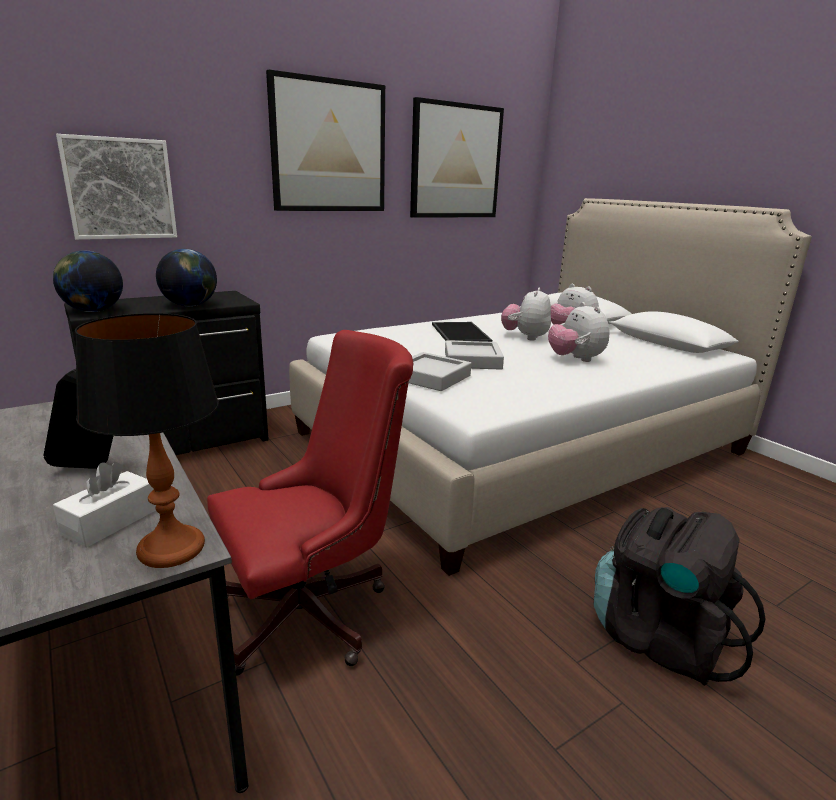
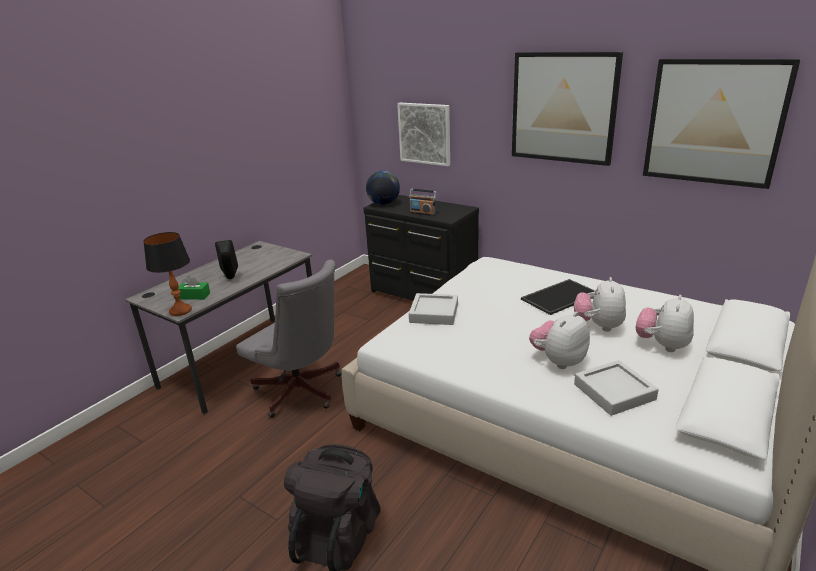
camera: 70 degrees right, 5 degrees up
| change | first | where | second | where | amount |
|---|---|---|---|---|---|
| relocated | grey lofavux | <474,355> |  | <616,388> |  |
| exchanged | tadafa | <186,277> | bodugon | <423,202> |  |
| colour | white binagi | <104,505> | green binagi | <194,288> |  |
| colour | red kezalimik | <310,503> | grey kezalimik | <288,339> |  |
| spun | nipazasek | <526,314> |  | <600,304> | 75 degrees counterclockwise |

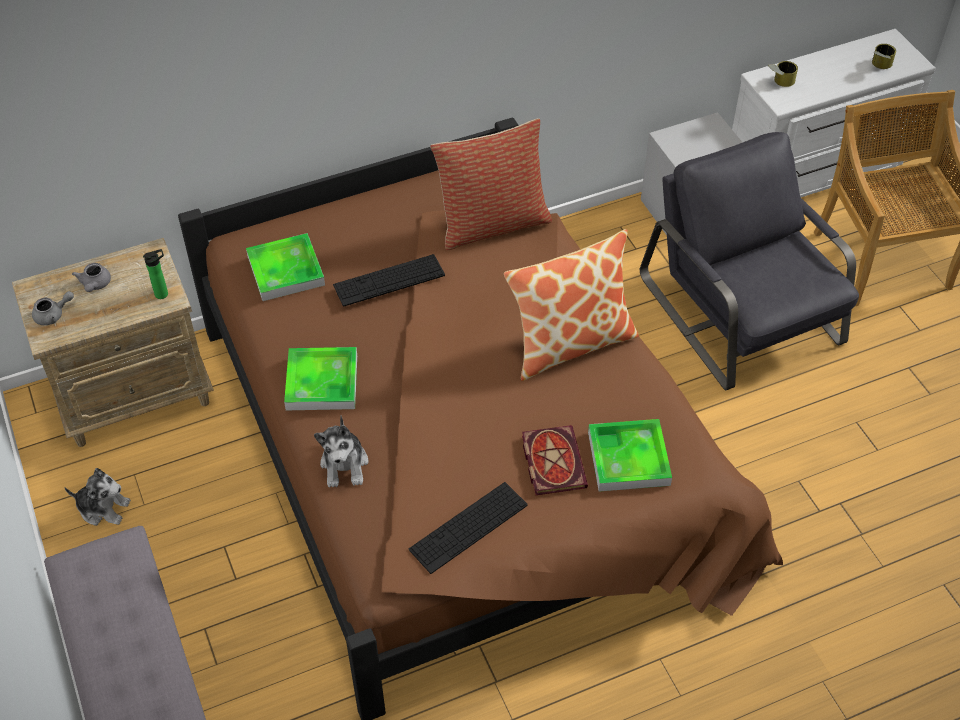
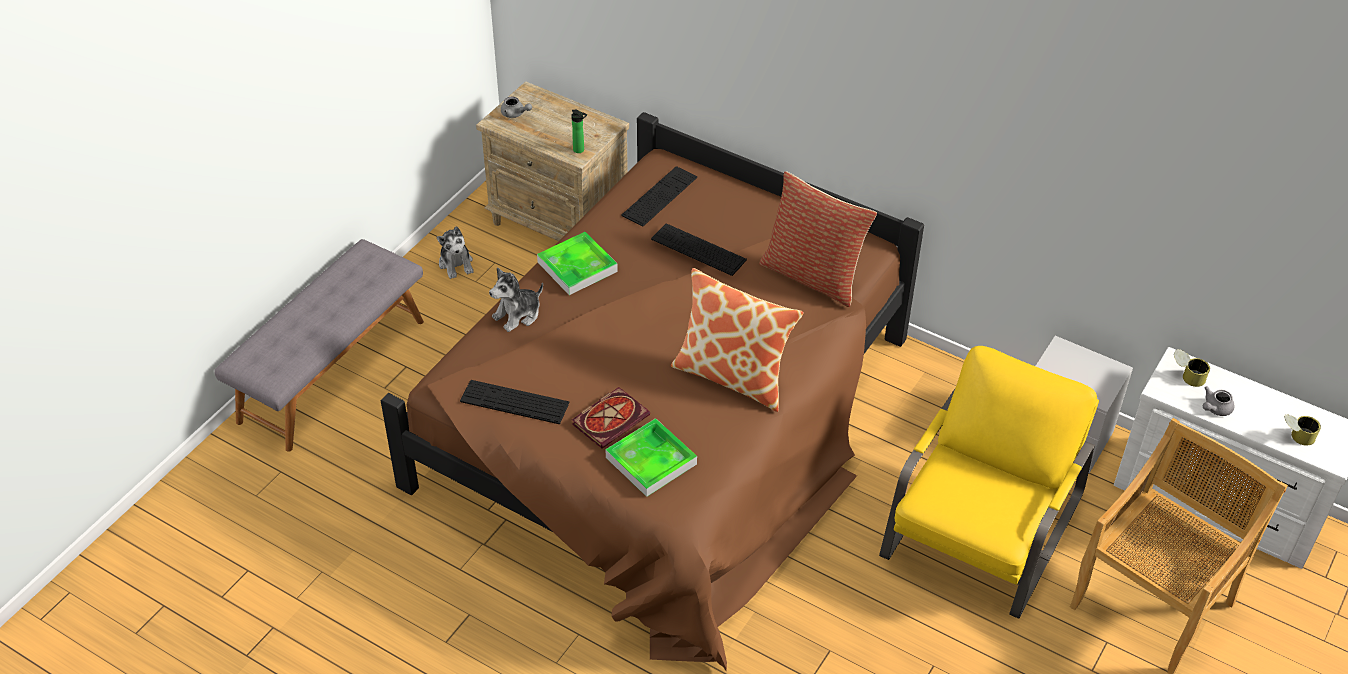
camera: 55 degrees right, 5 degrees down
| change | first | where | second | where | amount |
|---|---|---|---|---|---|
| relocated | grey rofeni | <91,277> |  | <1219,401> |  |
| exchanged | lofavux | <285,267> | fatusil | <659,196> |  |
| colour | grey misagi | <749,261> | yellow misagi | <989,482> |  |

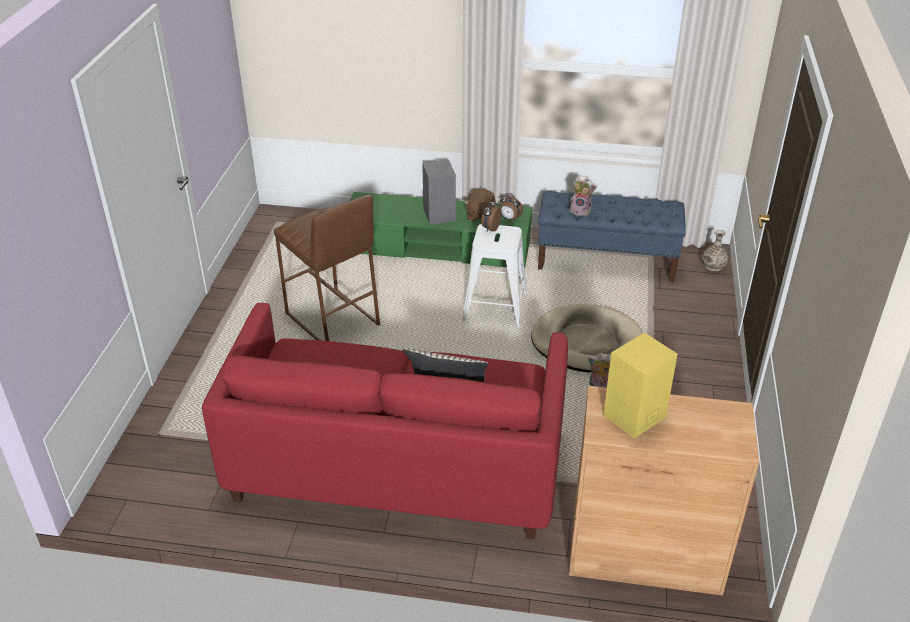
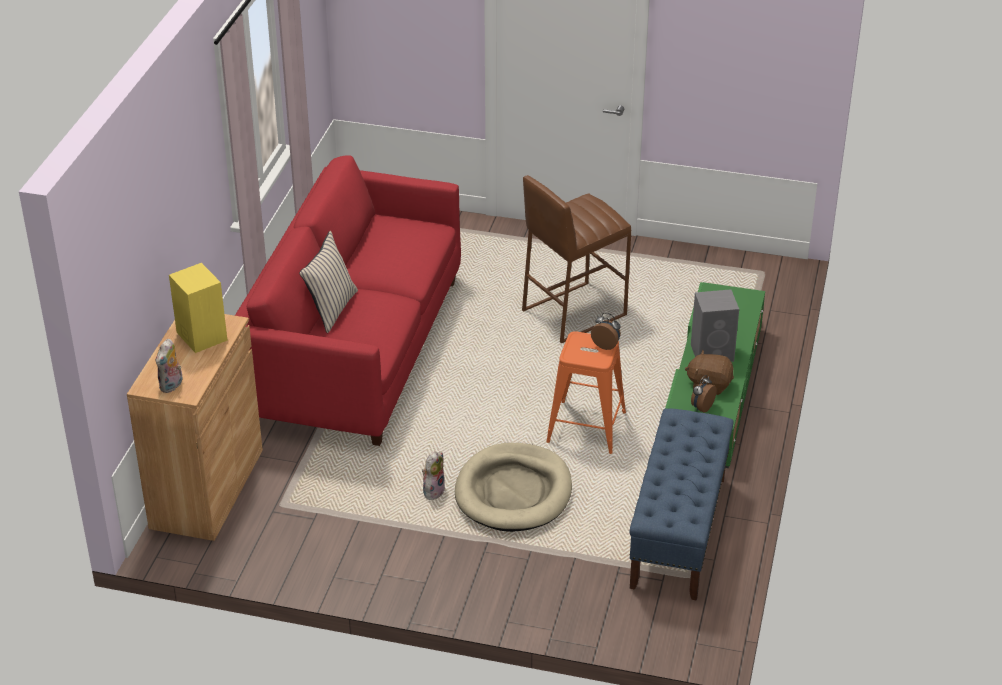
camera: 95 degrees right, 0 degrees up
| change | first | where | second | where | amount |
|---|---|---|---|---|---|
| missing | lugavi | <715,250> |  |  |  |
| relocated | nipazasek | <583,195> |  | <169,366> |  |
| colour | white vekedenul | <494,276> | orange vekedenul | <586,392> |  |

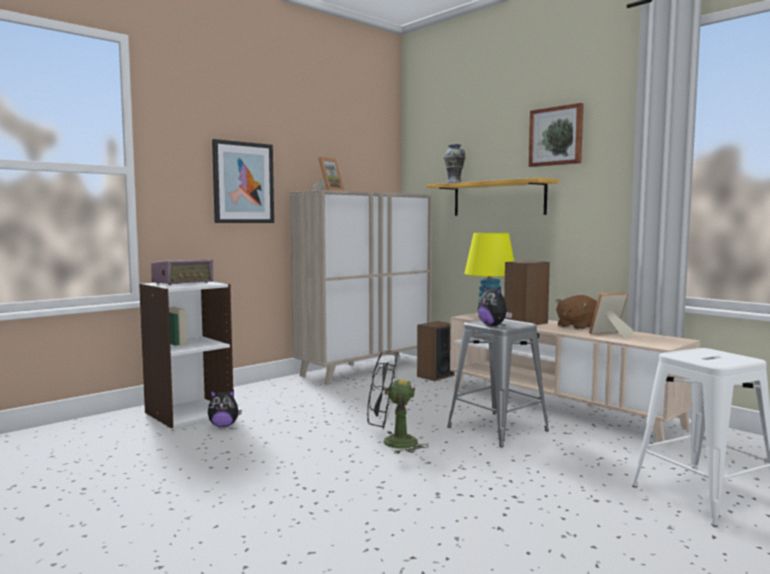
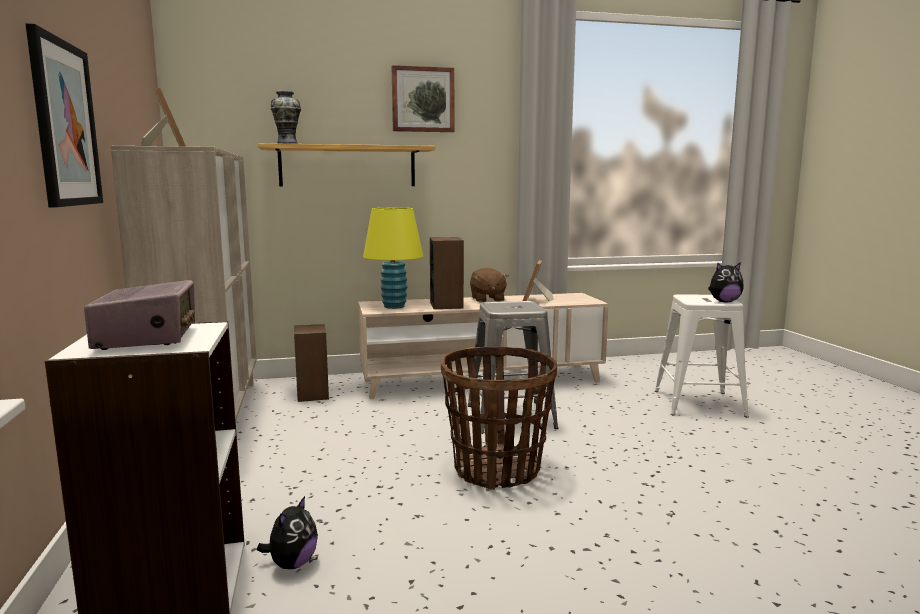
camera: 60 degrees left, 5 degrees up
| change | first | where | second | where | amount |
|---|---|---|---|---|---|
| relocated | nipazasek | <495,306> |  | <726,282> |  |
| exchanged | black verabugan | <397,402> | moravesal | <499,418> |  |

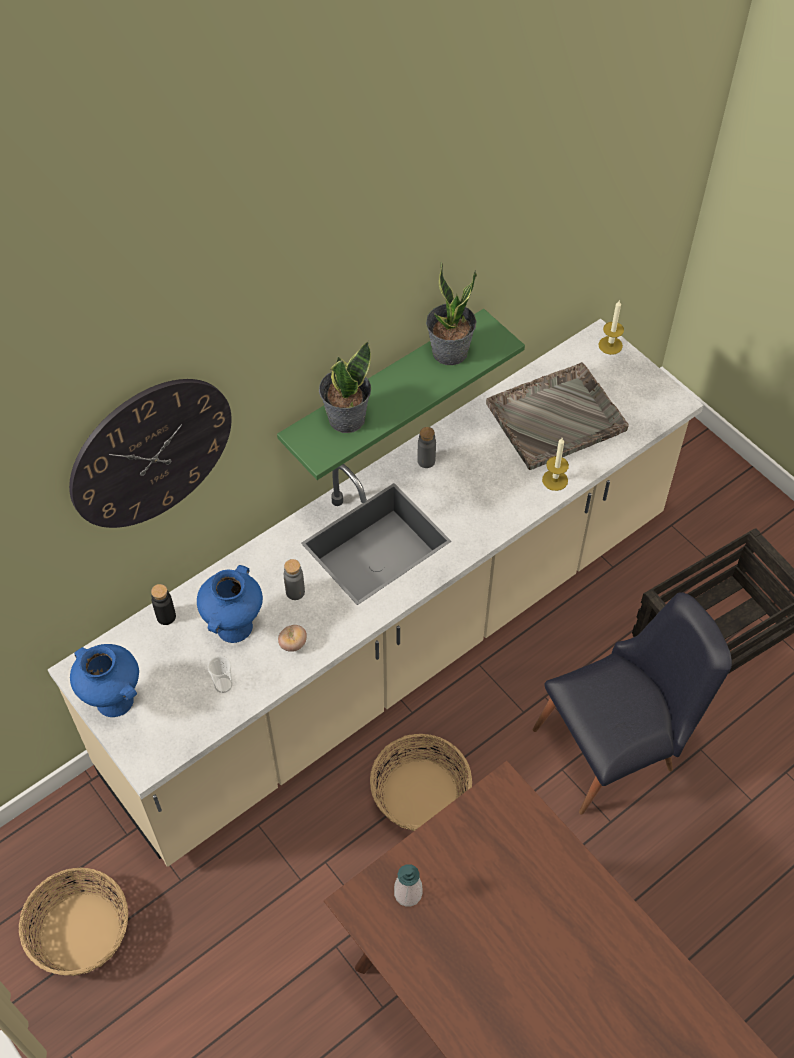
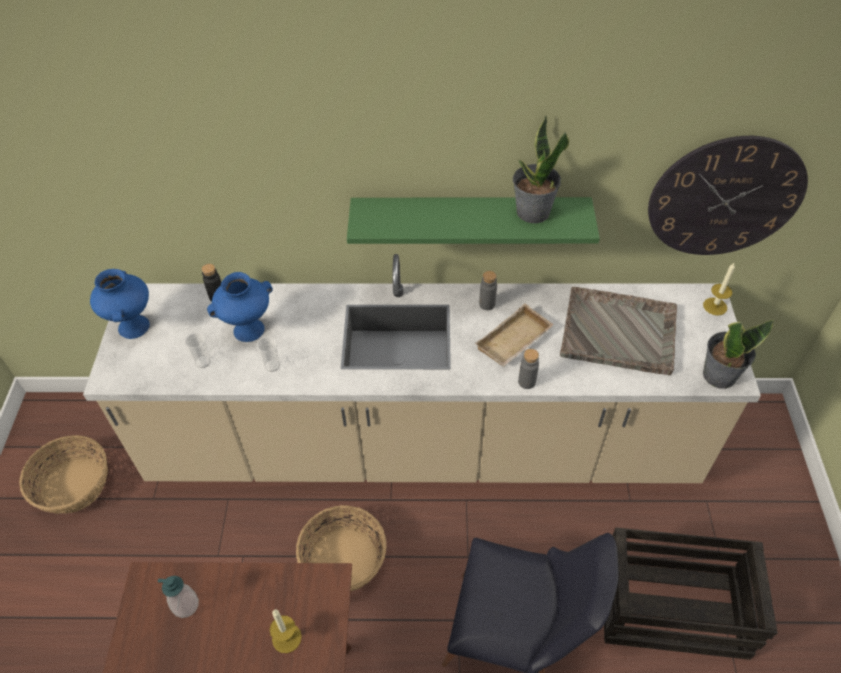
camera: 40 degrees right, 5 degrees down
| change | first | where | second | where | amount |
|---|---|---|---|---|---|
| appeared |  |  | beige lofavux | <514,335> |  |
| relocated | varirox | <150,453> |  | <728,195> |  |
| relocated | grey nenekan | <294,579> |  | <528,369> |  |
| relocated | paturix | <345,387> |  | <738,354> |  |
| relocated | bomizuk | <555,464> |  | <286,631> |  |
| exchanged | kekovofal | <292,638> | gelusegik | <268,354> |  |

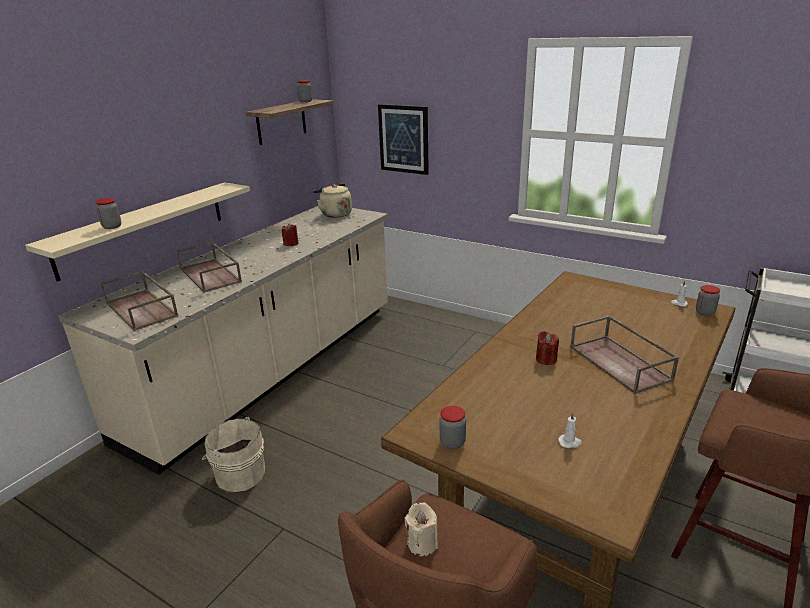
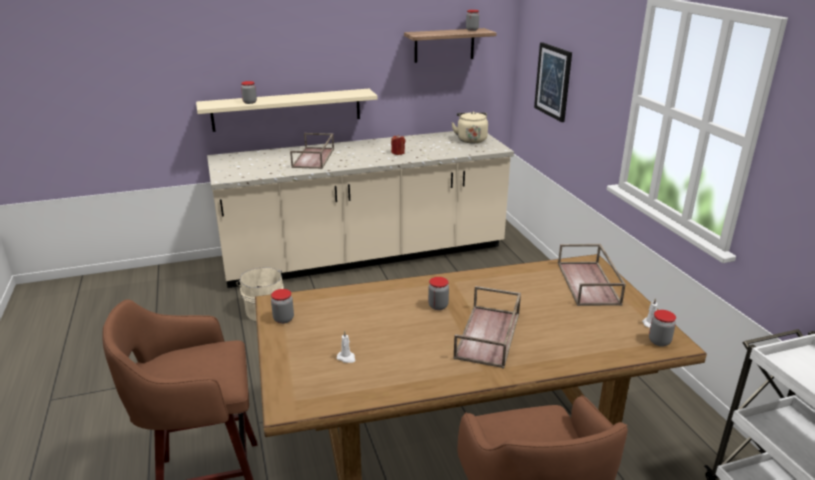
camera: 40 degrees right, 0 degrees up
| change | first | where | second | where | amount |
|---|---|---|---|---|---|
| missing | beige bomizuk | <421,529> |  |  |  |
| relocated | brown lofavux | <139,301> |  | <592,275> |  |
| exchanged | red bomizuk | <547,348> | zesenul | <438,293> |  |

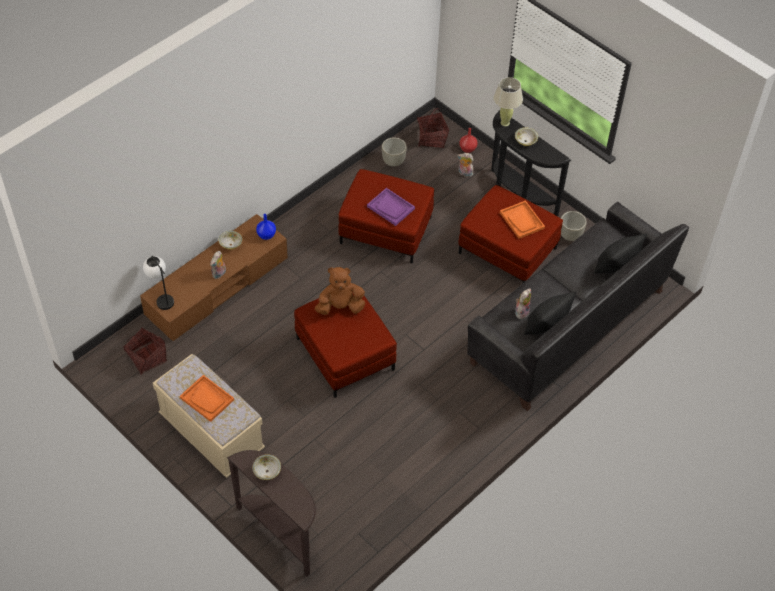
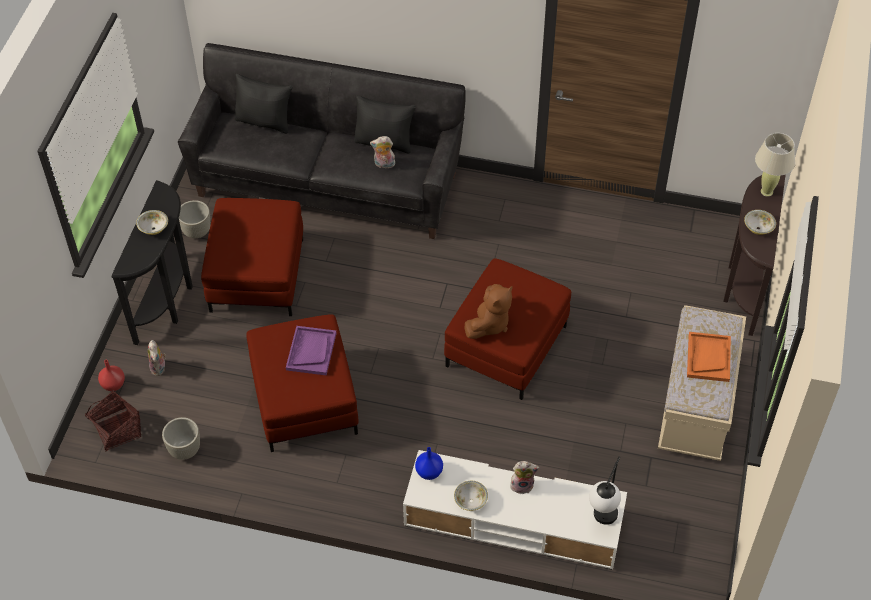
camera: 120 degrees left, 0 degrees up
| change | first | where | second | where | amount |
|---|---|---|---|---|---|
| missing | moravesal | <145,351> |  |  |  |
| missing | orange lofavux | <522,219> |  |  |  |
| relocated | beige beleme | <508,101> |  | <775,165> |  |
| colour | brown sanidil | <214,277> | white sanidil | <515,510> |  |
| spun | brown nipazasek | <340,291> |  | <489,311> | 105 degrees counterclockwise |

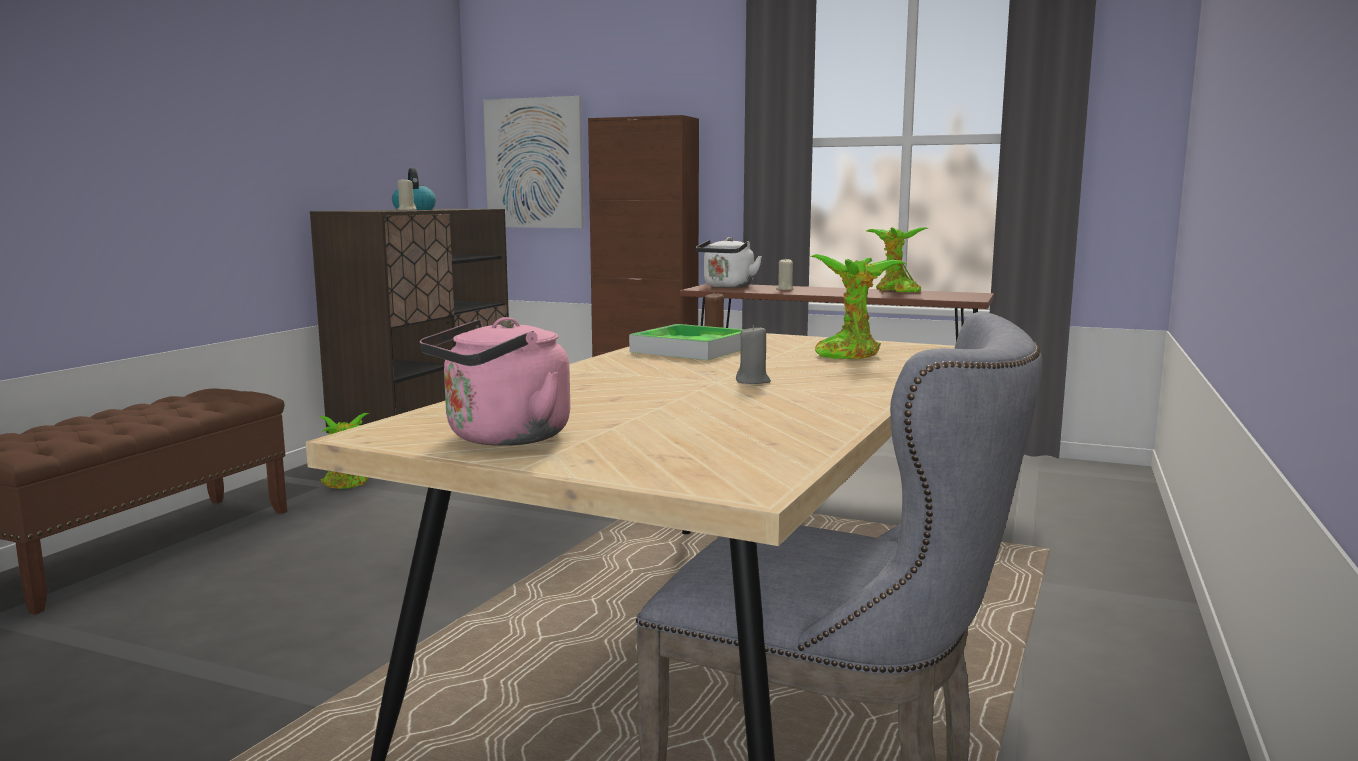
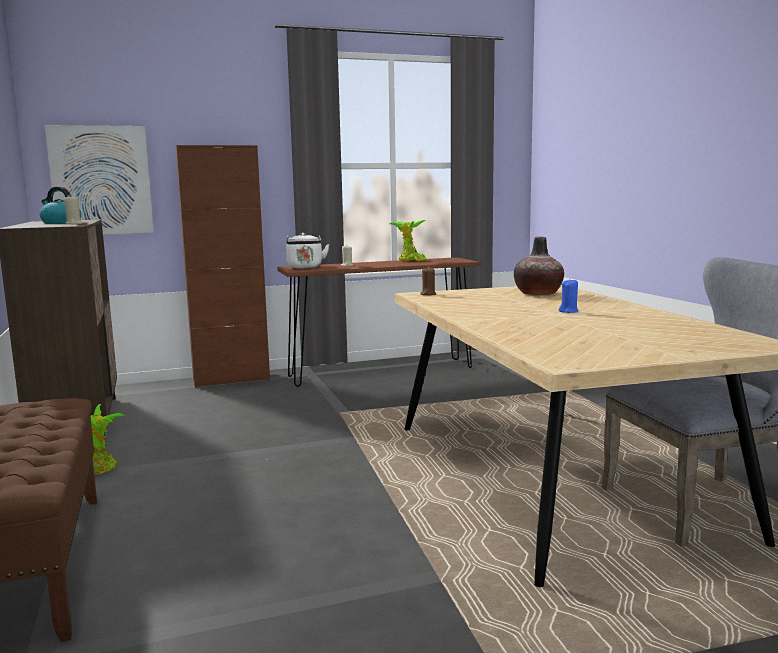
camera: 40 degrees left, 0 degrees up
| change | first | where | second | where | amount |
|---|---|---|---|---|---|
| missing | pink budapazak | <495,381> |  |  |  |
| missing | lofavux | <686,342> |  |  |  |
| exchanged | paturix | <858,306> | lugavi | <539,266> |  |
| colour | grey bomizuk | <753,354> | blue bomizuk | <568,296> |  |

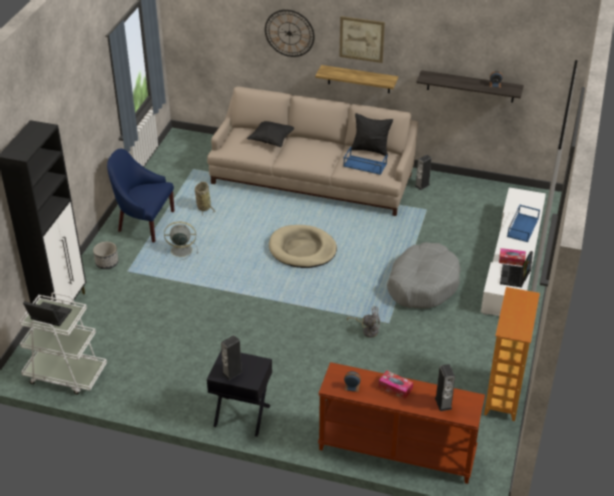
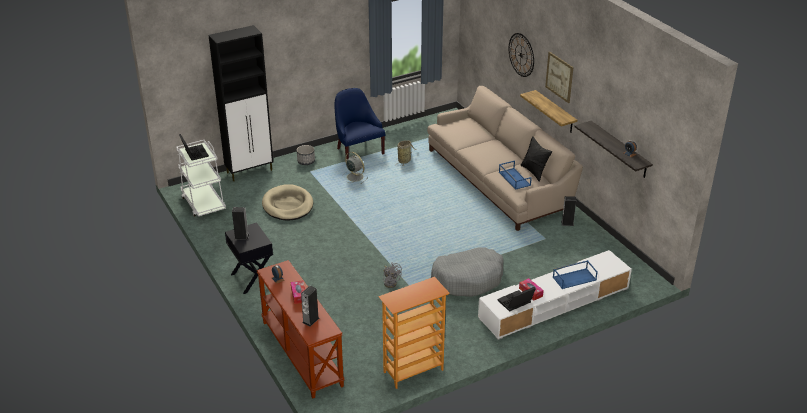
camera: 45 degrees right, 5 degrees down
| change | first | where | second | where | amount |
|---|---|---|---|---|---|
| missing | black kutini | <270,134> |  |  |  |
| relocated | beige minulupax | <303,246> |  | <287,202> |  |

